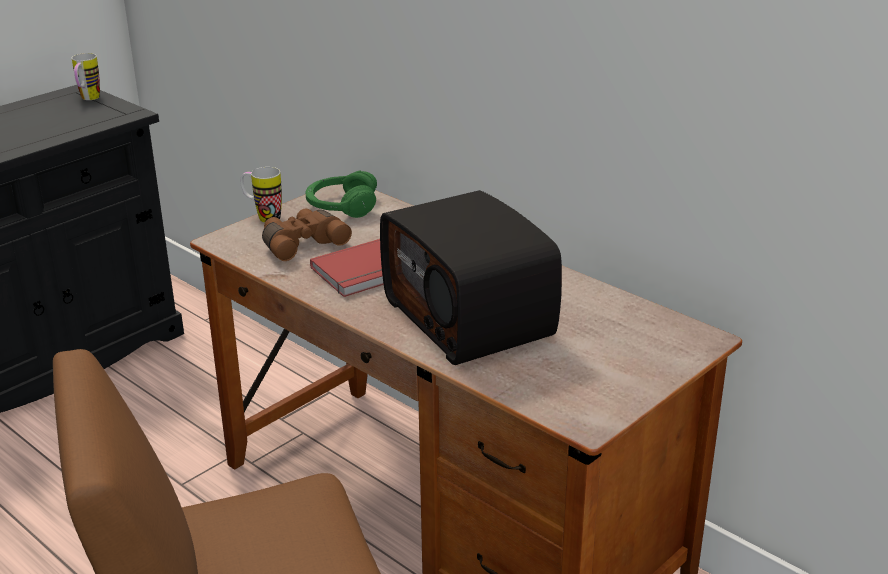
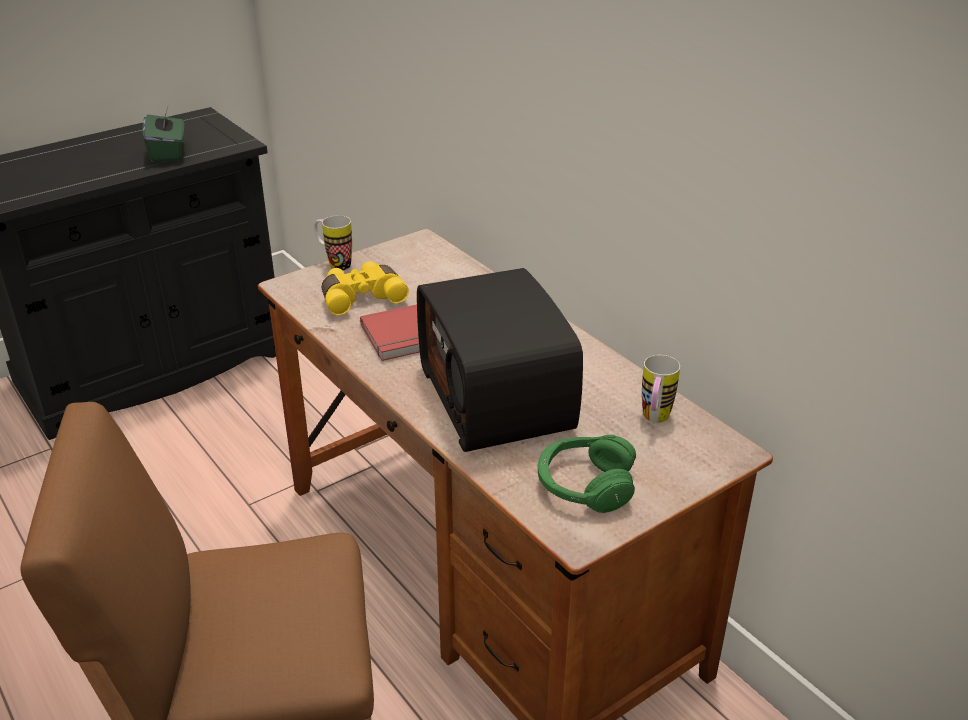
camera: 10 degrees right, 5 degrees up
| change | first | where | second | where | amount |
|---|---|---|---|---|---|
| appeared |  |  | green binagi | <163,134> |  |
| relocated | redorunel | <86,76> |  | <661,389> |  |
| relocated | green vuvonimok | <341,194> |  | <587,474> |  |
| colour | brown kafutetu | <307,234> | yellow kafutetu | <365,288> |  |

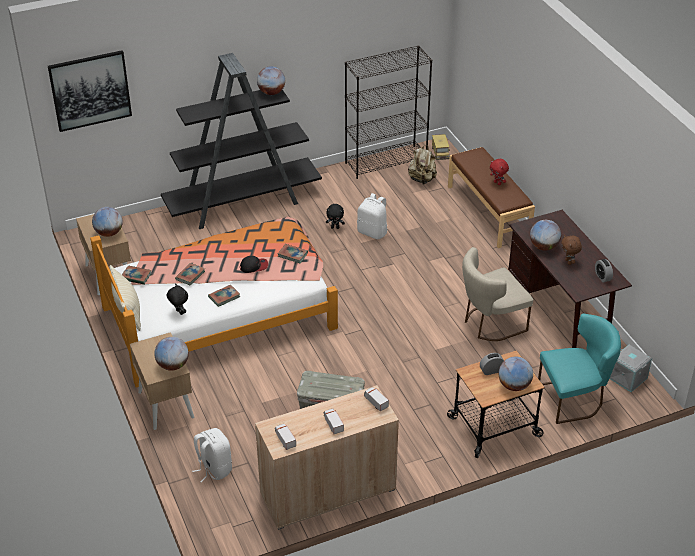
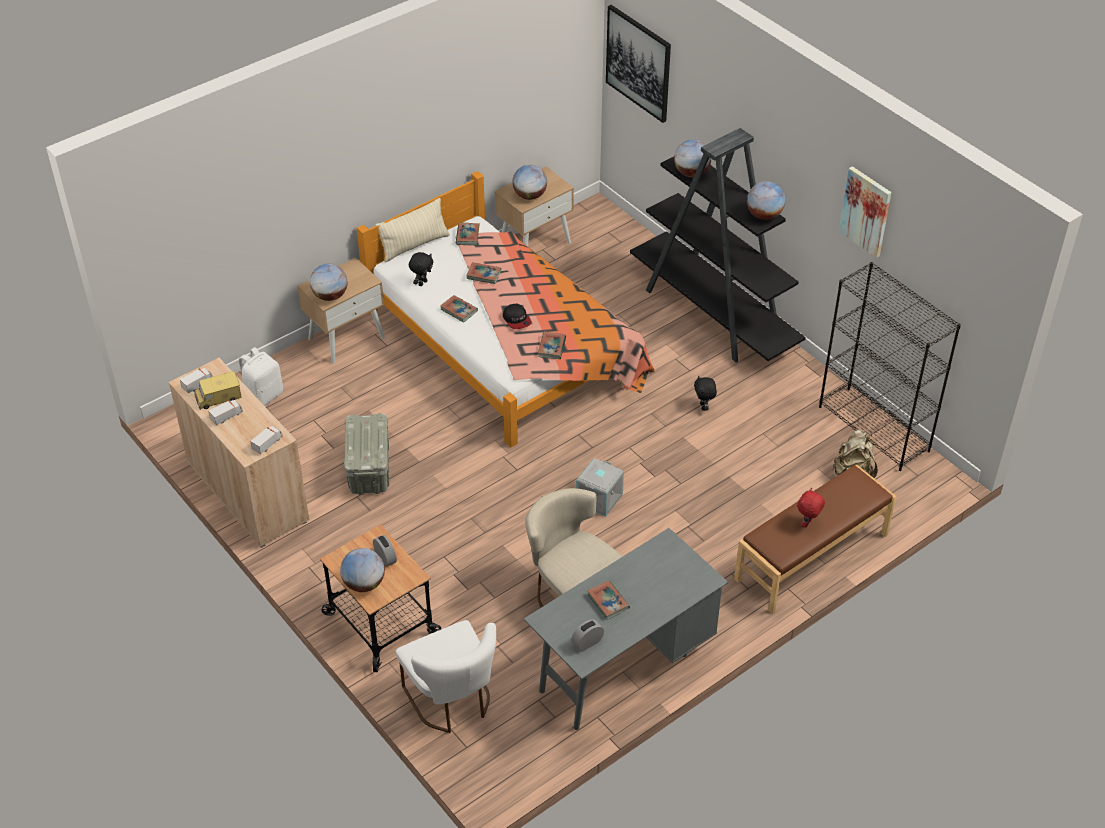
camera: 75 degrees right, 5 degrees up
| change | first | where | second | where | amount |
|---|---|---|---|---|---|
| missing | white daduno | <372,216> |  |  |  |
| appeared |  |  | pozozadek | <865,212> |  |
| relocated | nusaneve | <441,147> |  | <217,390> |  |
| relocated | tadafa | <545,235> |  | <692,158> |  |
| relocated | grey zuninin | <630,368> |  | <600,487> |  |
| exchanged | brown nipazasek | <571,250> | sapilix | <608,600> |  |
| colour | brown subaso | <570,279> | grey subaso | <626,629> |  |
| colour | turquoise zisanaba | <579,369> | white zisanaba | <446,676> |  |

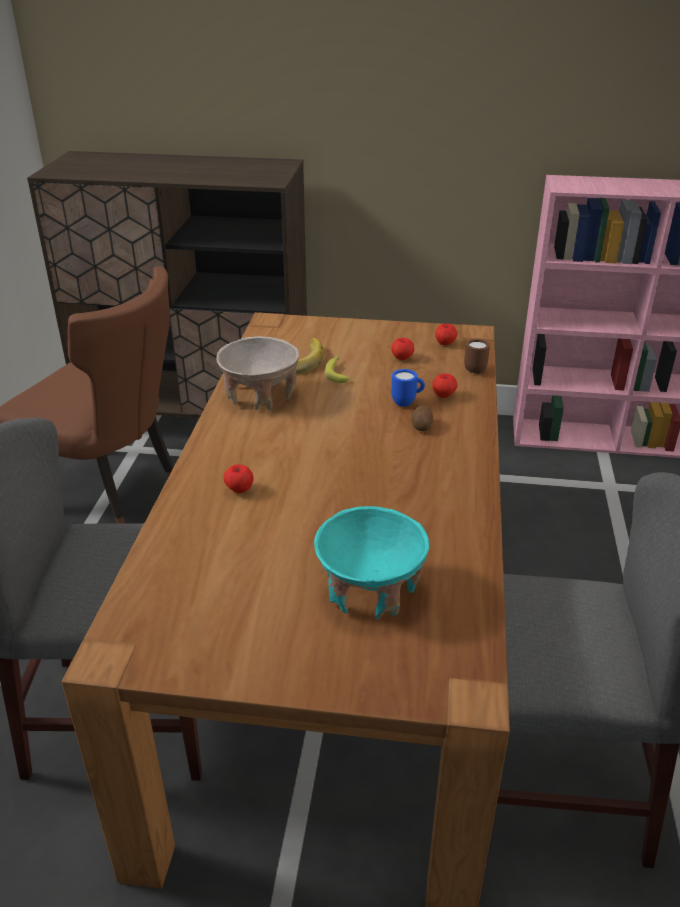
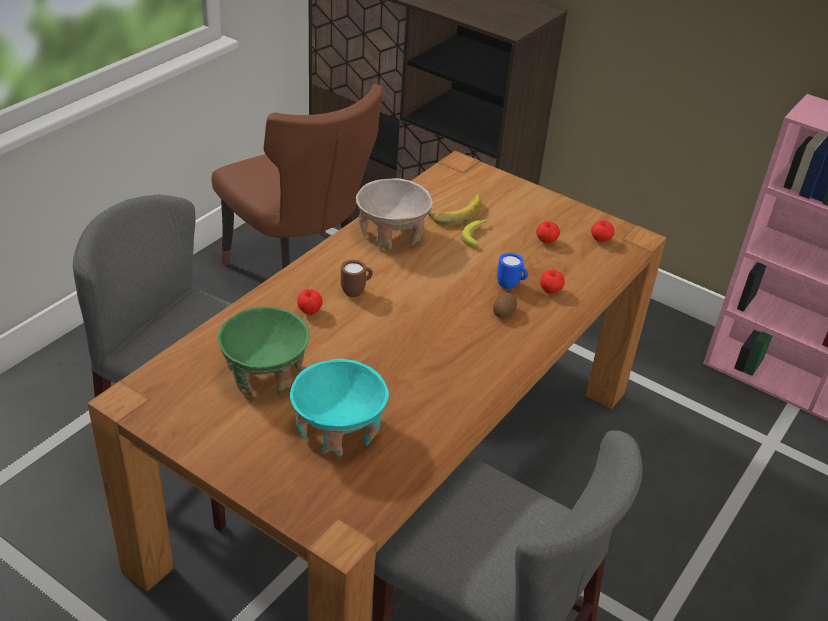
camera: 25 degrees right, 5 degrees up
| change | first | where | second | where | amount |
|---|---|---|---|---|---|
| appeared |  |  | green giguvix | <263,351> |  |
| relocated | brown redorunel | <477,356> |  | <357,278> |  |

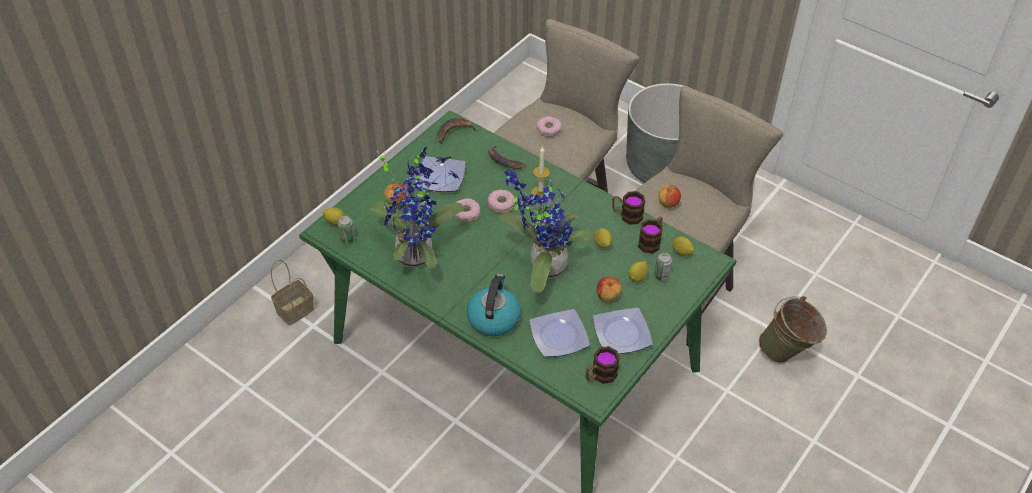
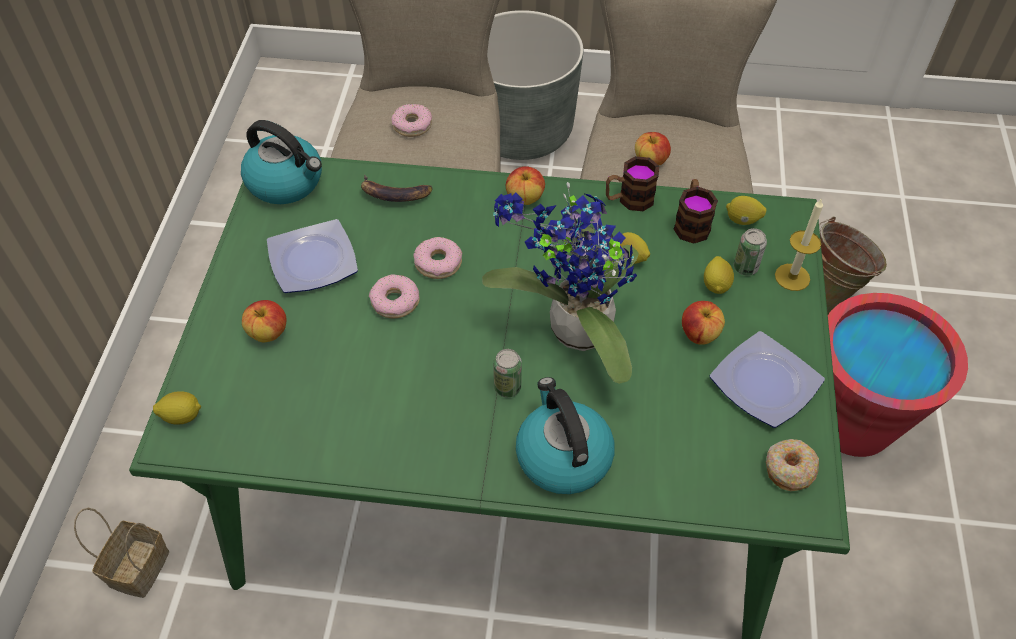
camera: 30 degrees left, 5 degrees up
| change | first | where | second | where | amount |
|---|---|---|---|---|---|
| missing | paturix | <416,208> |  |  |  |
| missing | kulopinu | <559,333> |  |  |  |
| appeared |  |  | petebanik | <525,185> |  |
| appeared |  |  | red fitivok | <898,375> |  |
| relocated | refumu | <346,230> |  | <507,373> |  |
| relocated | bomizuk | <540,174> |  | <799,244> |  |
| exchanged | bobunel | <457,130> | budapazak | <281,162> |  |
| exchanged | redorunel | <603,365> | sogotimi | <792,465> |  |

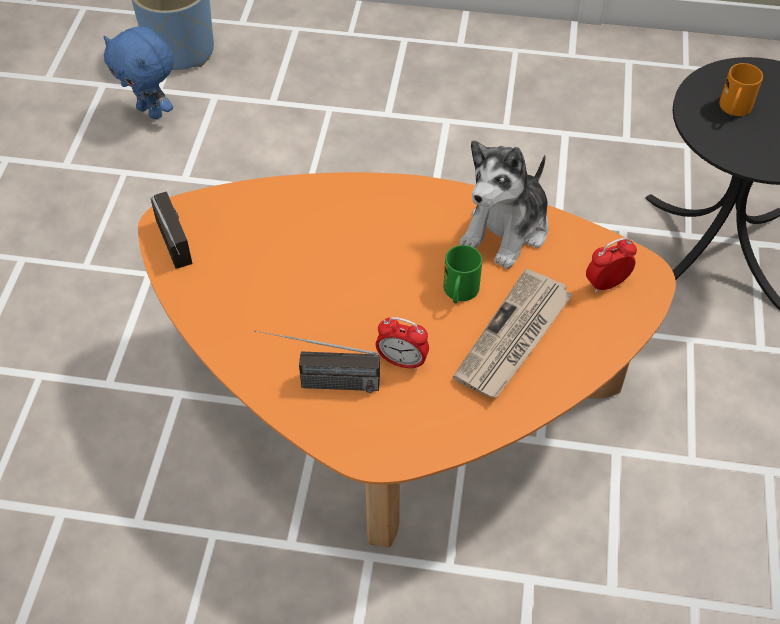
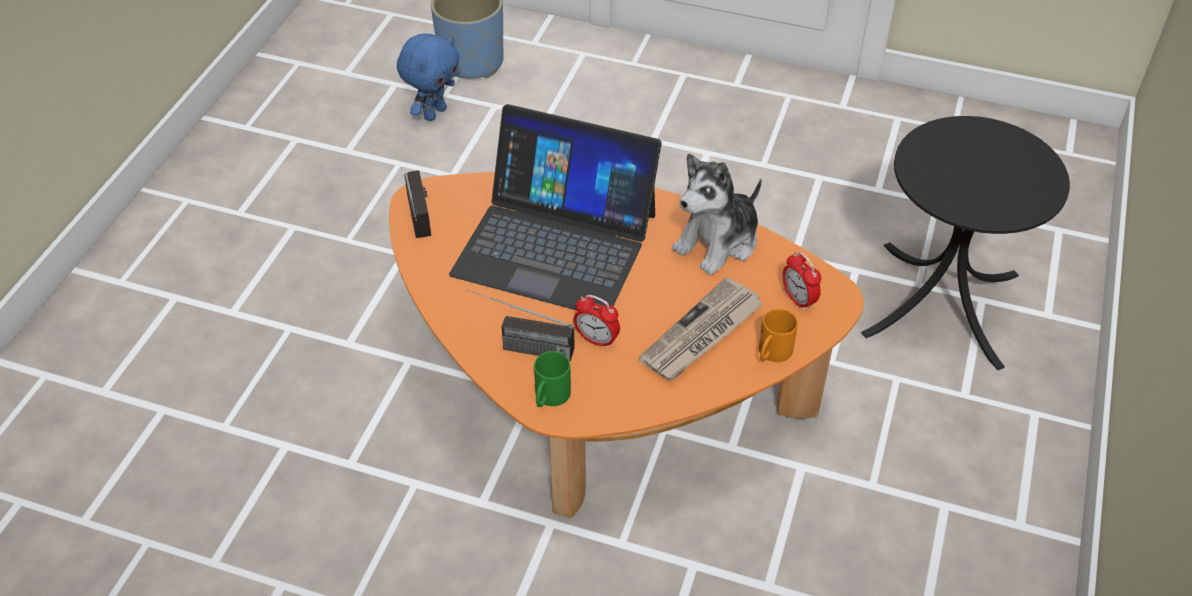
camera: 10 degrees right, 5 degrees down
| change | first | where | second | where | amount |
|---|---|---|---|---|---|
| appeared |  |  | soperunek | <555,207> |  |
| relocated | green redorunel | <463,274> |  | <552,379> |  |
| relocated | orange redorunel | <741,89> |  | <778,335> |  |
| spun | blue nipazasek | <139,73> |  | <428,77> | 105 degrees counterclockwise |
| spun | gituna | <611,265> |  | <802,281> | 105 degrees counterclockwise |

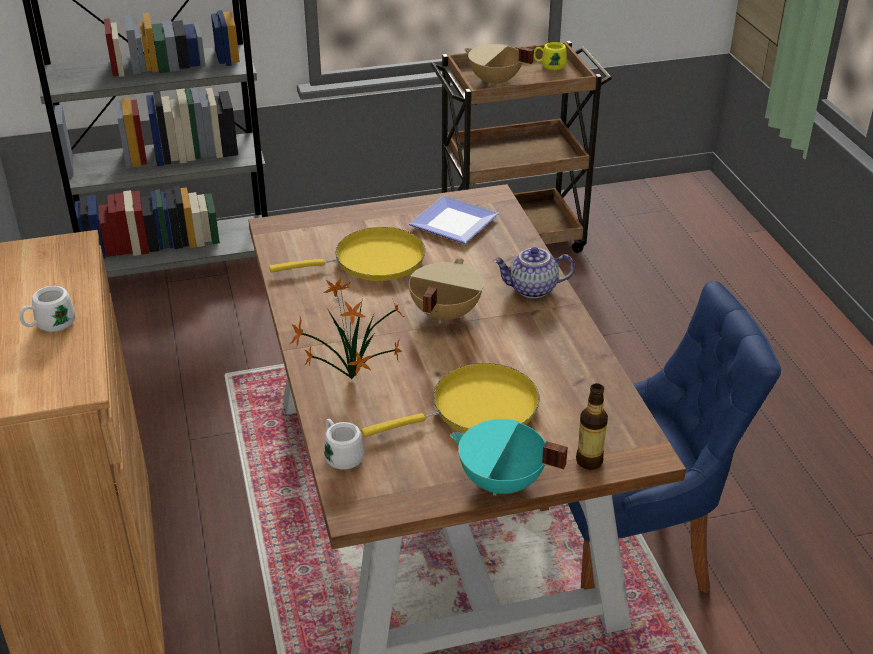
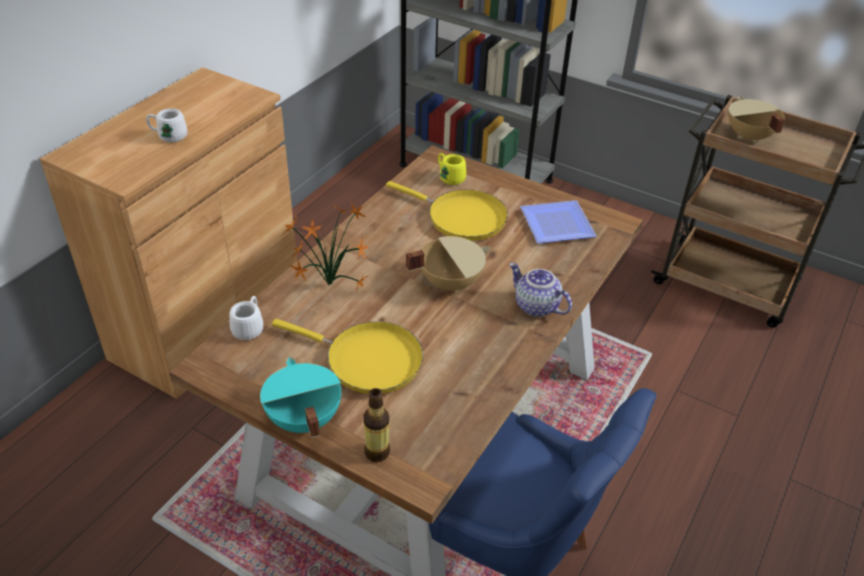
camera: 45 degrees right, 5 degrees up
| change | first | where | second | where | amount |
|---|---|---|---|---|---|
| relocated | yellow redorunel | <550,56> |  | <452,169> |  |

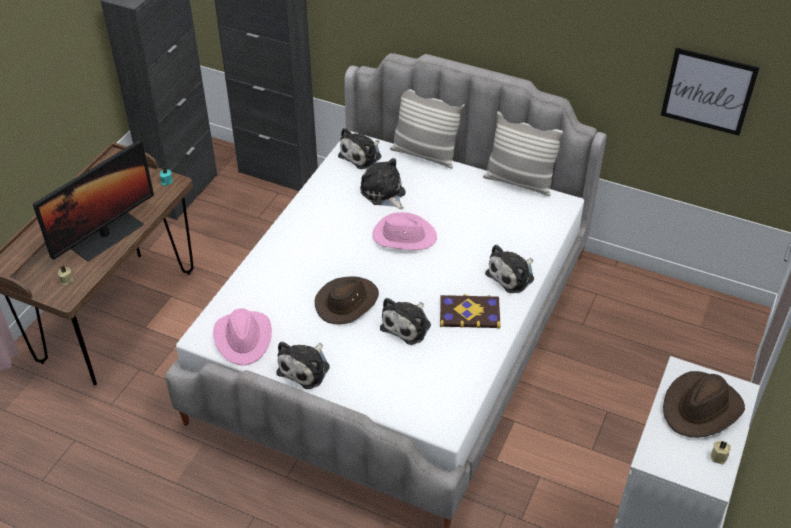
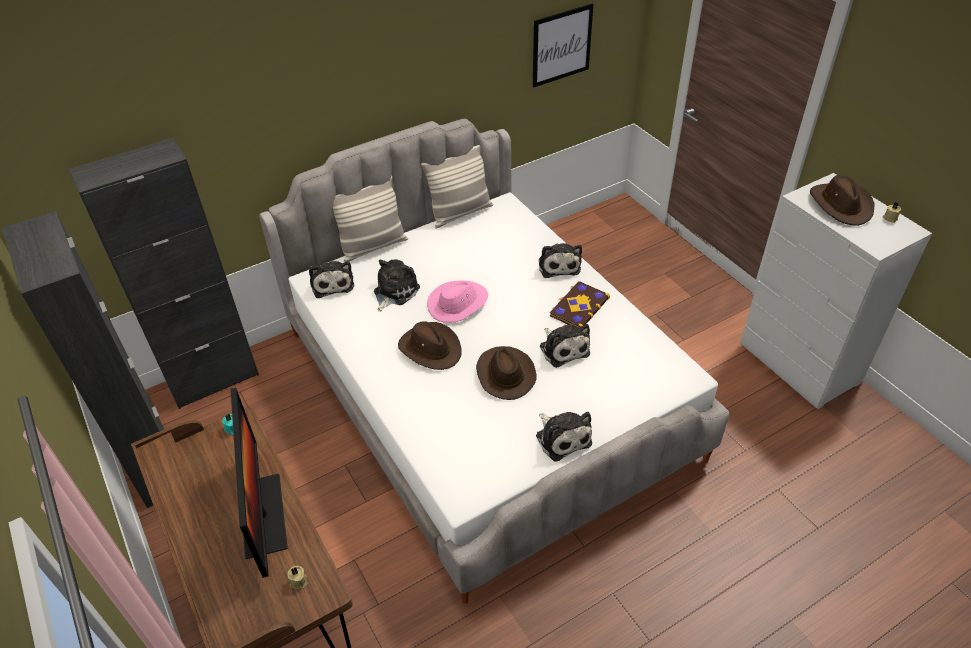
camera: 55 degrees left, 0 degrees up
| change | first | where | second | where | amount |
|---|---|---|---|---|---|
| missing | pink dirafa | <242,336> |  |  |  |
| appeared |  |  | brown dirafa | <430,345> |  |
| spun | nipazasek | <383,183> |  | <397,285> | 120 degrees clockwise |

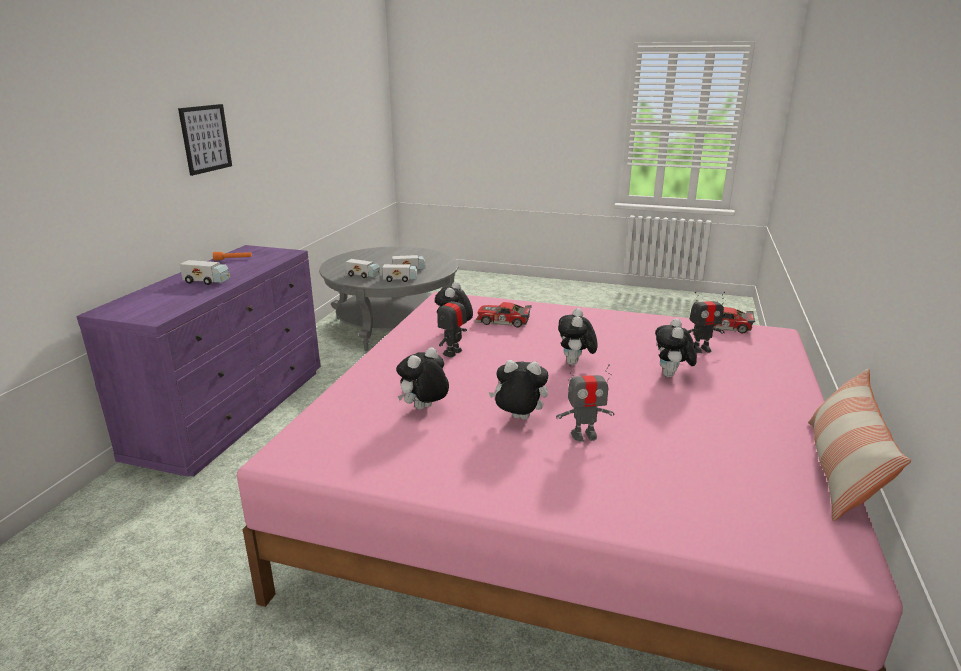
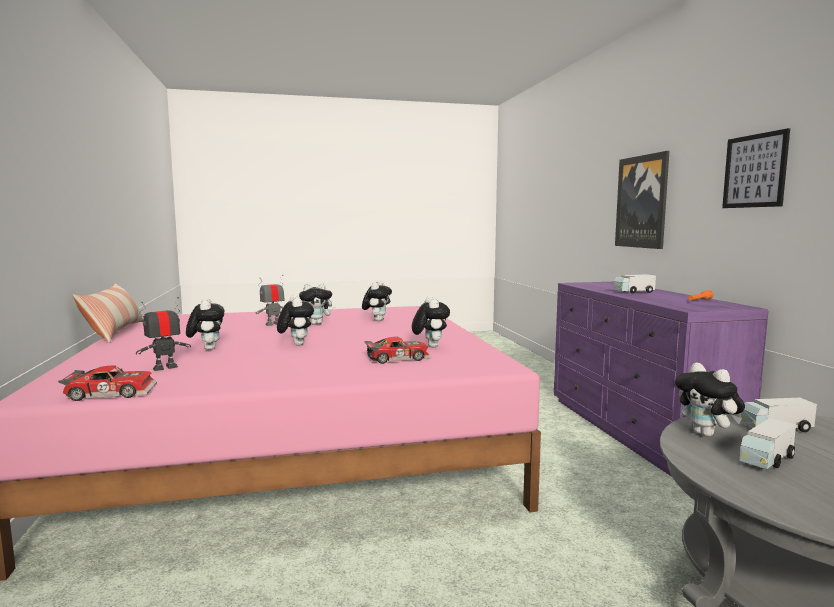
camera: 150 degrees right, 15 degrees down
| change | first | where | second | where | amount |
|---|---|---|---|---|---|
| missing | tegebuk | <452,323> |  |  |  |
| appeared |  |  | pozozadek | <642,200> |  |
| exchanged | nusaneve | <400,273> | nipazasek | <710,399> |  |

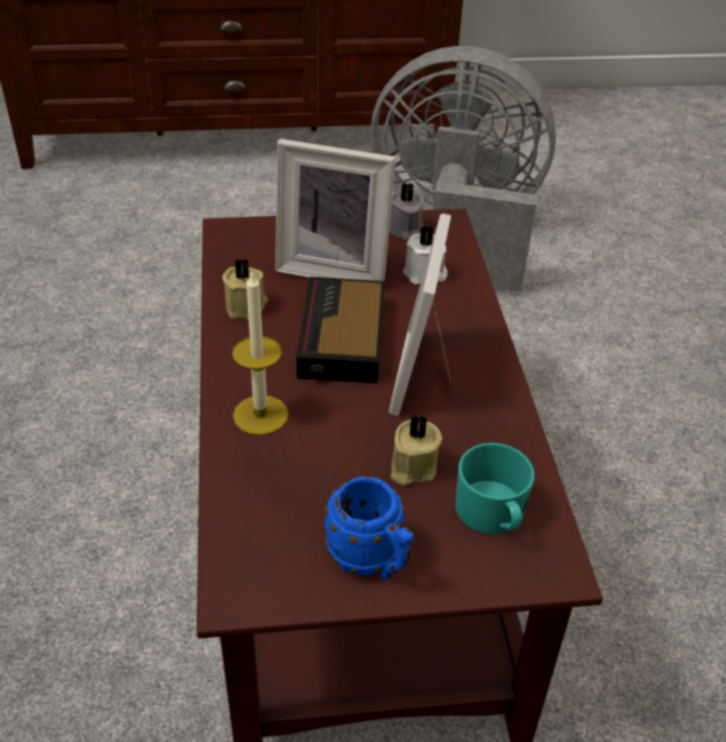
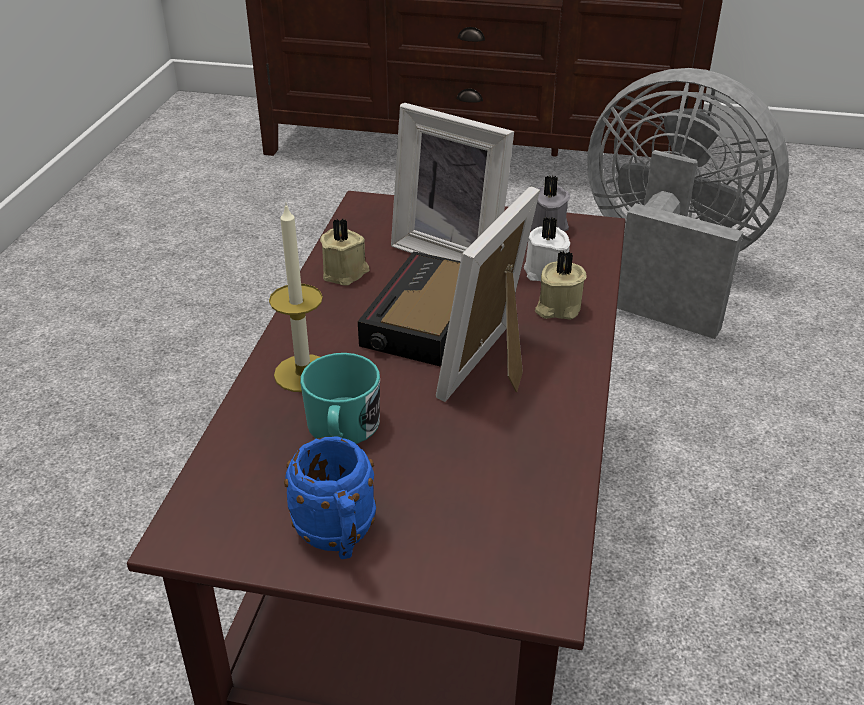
camera: 20 degrees right, 5 degrees down
| change | first | where | second | where | amount |
|---|---|---|---|---|---|
| relocated | beige bomizuk | <416,450> |  | <561,285> |  |
| relocated | turquoise redorunel | <495,489> |  | <340,398> |  |

